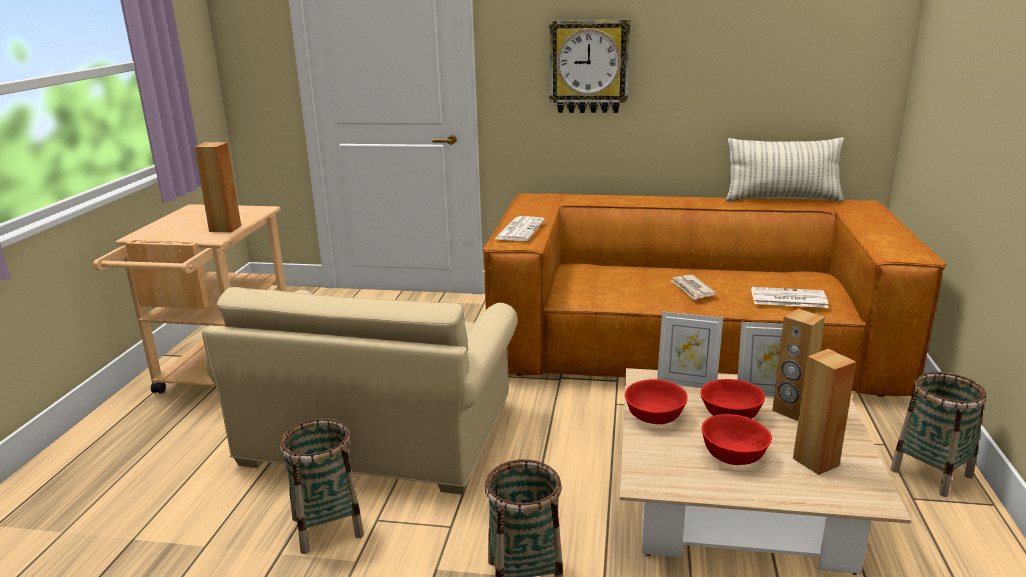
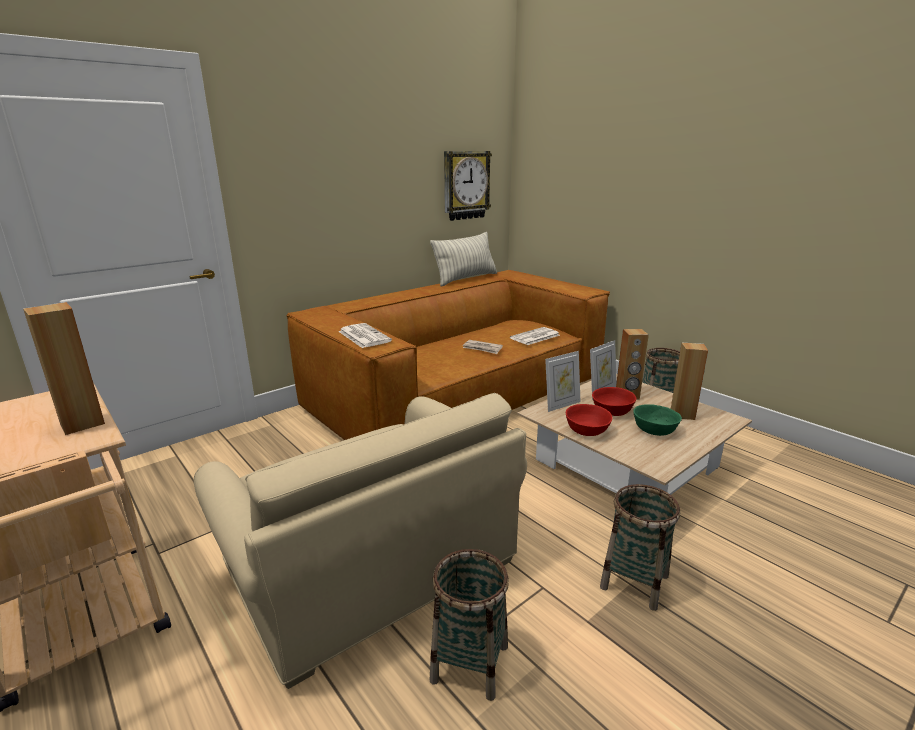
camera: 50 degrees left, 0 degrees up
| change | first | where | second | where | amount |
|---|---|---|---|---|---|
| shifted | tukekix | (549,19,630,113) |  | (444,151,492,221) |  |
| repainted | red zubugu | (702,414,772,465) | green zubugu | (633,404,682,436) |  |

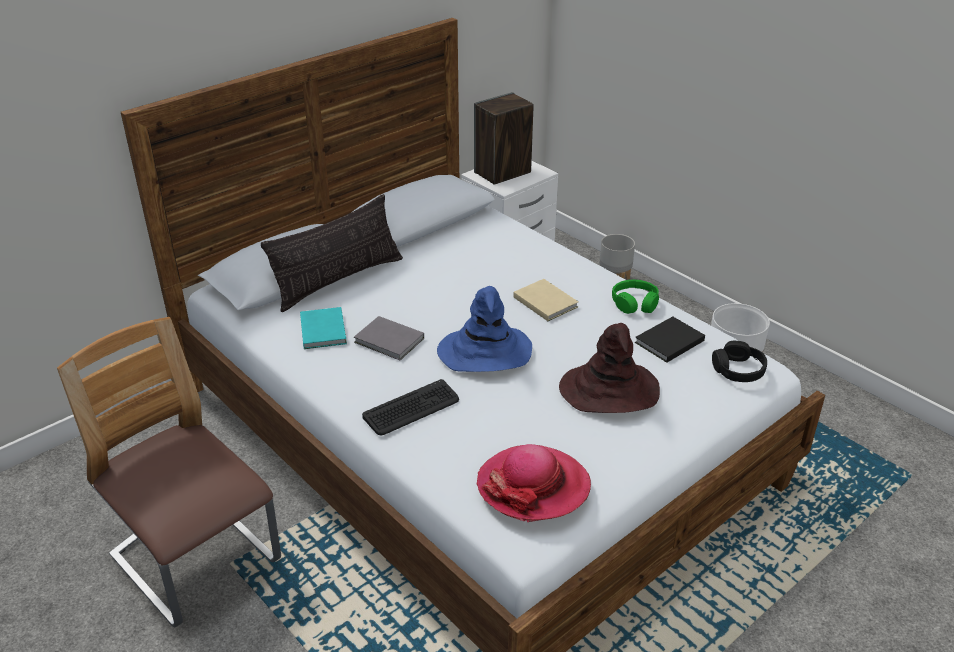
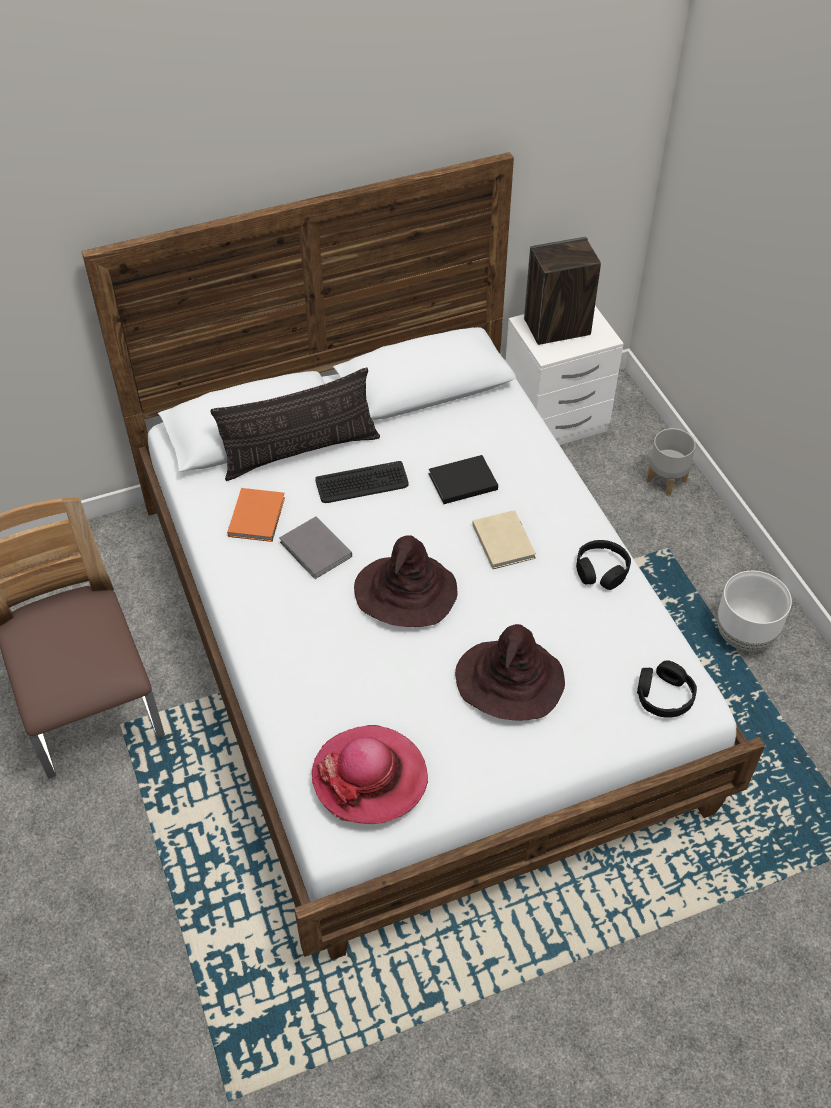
camera: 20 degrees right, 15 degrees up
| change | first | where | second | where | amount |
|---|---|---|---|---|---|
| shifted | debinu | (362,379,459,435) |  | (315,461,409,503) |  |
| shifted | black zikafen | (635,316,705,363) |  | (429,455,498,504) |  |
| repainted | turquoise zikafen | (300,307,347,349) | orange zikafen | (227,488,285,542) |  |
| repainted | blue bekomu | (437,286,532,372) | brown bekomu | (354,535,457,627) |  |
| repainted | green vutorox | (612,280,659,314) | black vutorox | (576,540,631,590) |  |

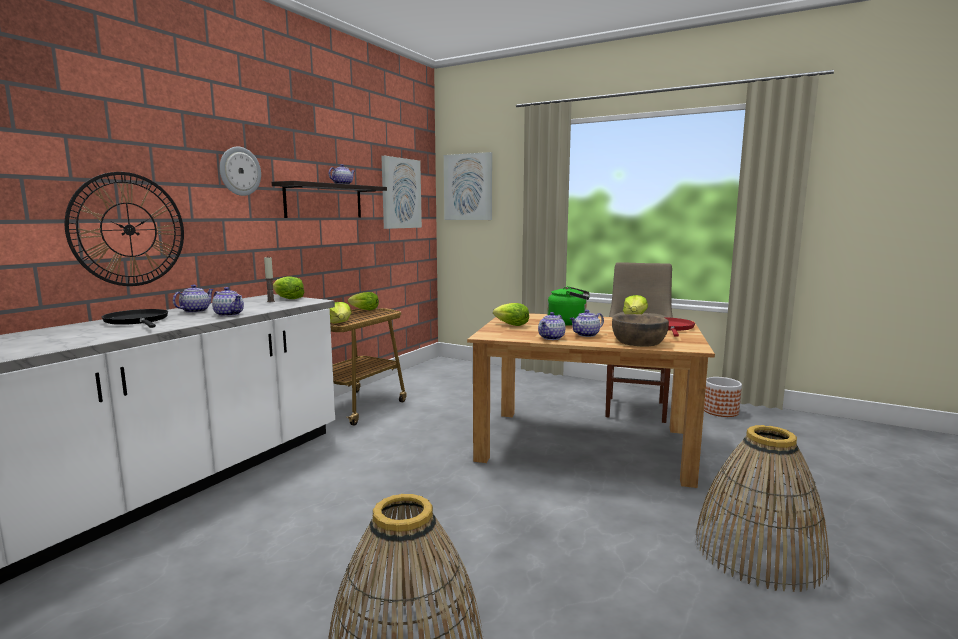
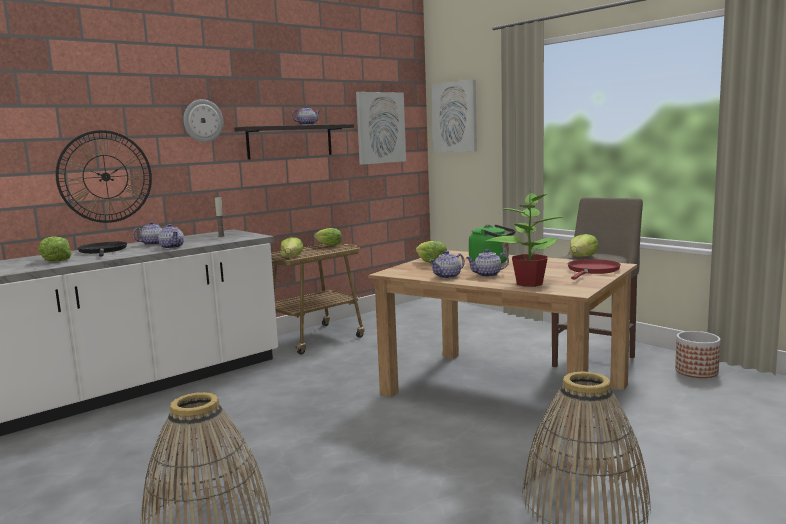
camera: 20 degrees right, 0 degrees up
| change | first | where | second | where | amount |
|---|---|---|---|---|---|
| shifted | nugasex | (273,277,304,299) |  | (39,236,72,262) |  |
| swapped | brown zubugu | (612,314,669,346) | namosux | (486,193,563,287) |  |

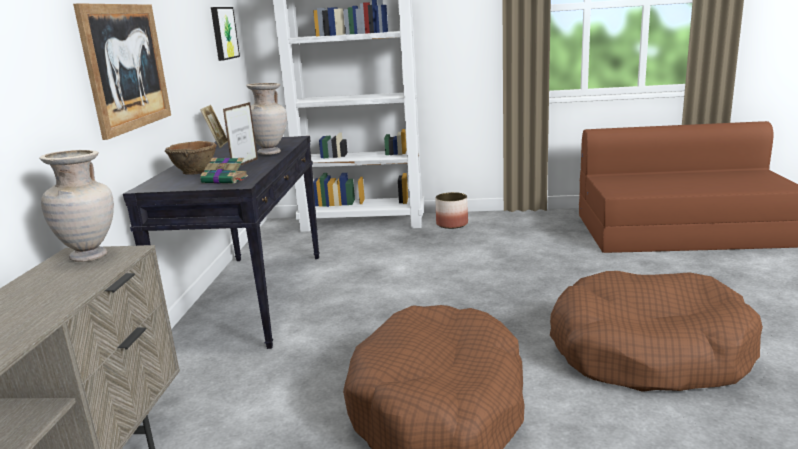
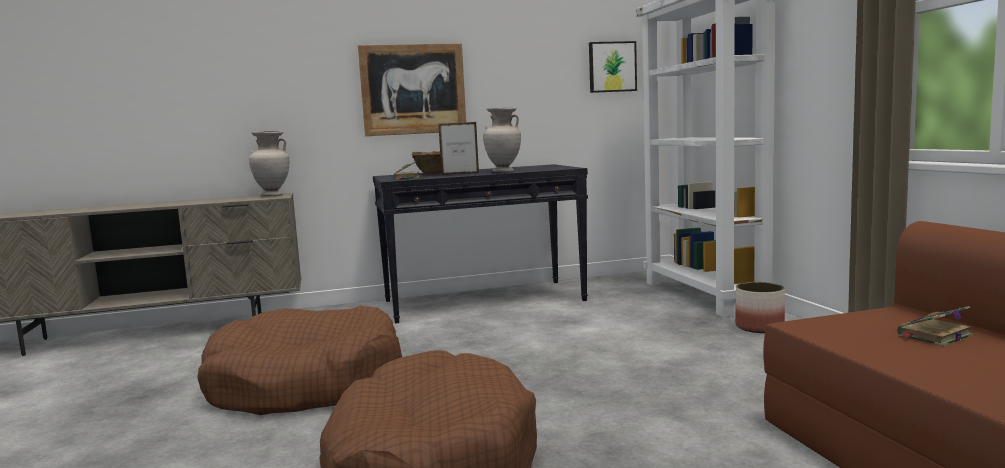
camera: 70 degrees right, 10 degrees down
| change | first | where | second | where | amount |
|---|---|---|---|---|---|
| gone | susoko | (201,105,228,148) |  |  |  |
| new |  |  | zikafen | (897,306,973,346) |  |

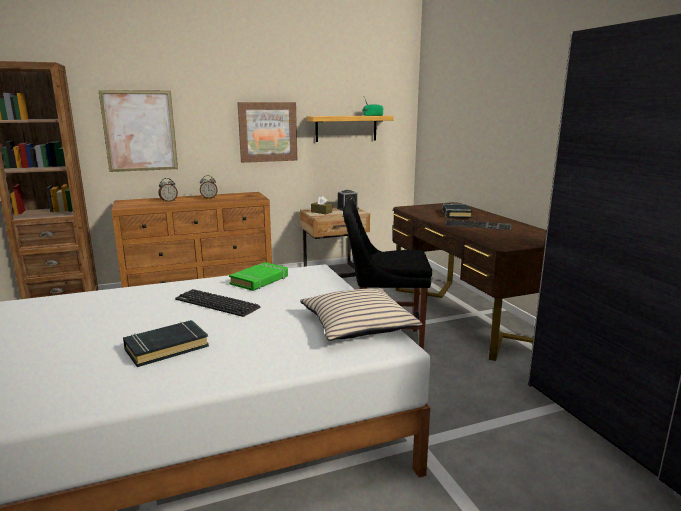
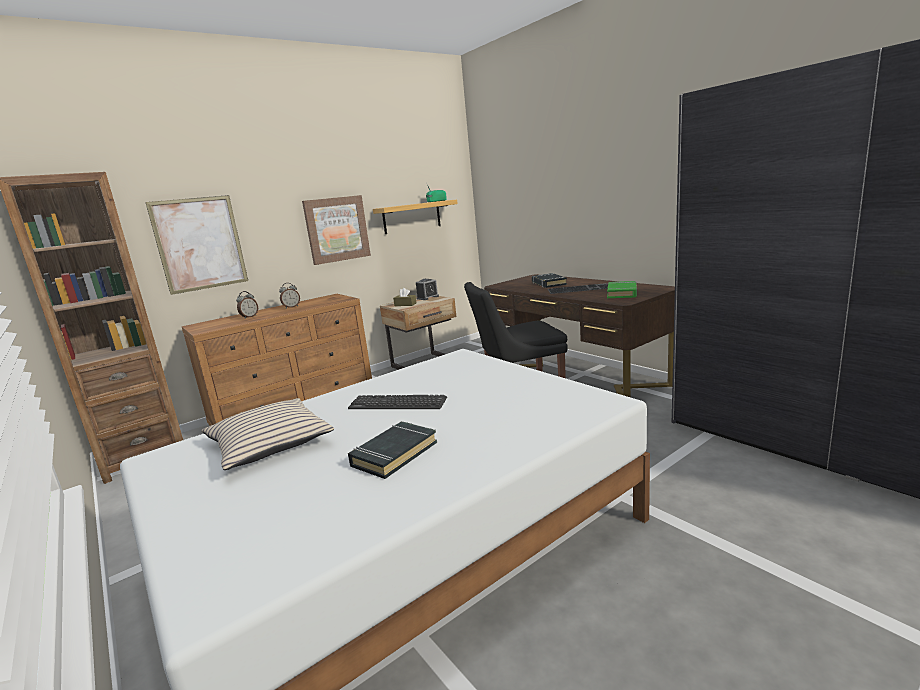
camera: 15 degrees left, 0 degrees up
| change | first | where | second | where | amount |
|---|---|---|---|---|---|
| shifted | green zikafen | (229,262,288,291) |  | (607,281,637,298) |  |
| shifted | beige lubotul | (300,288,422,341) |  | (202,398,334,470) |  |

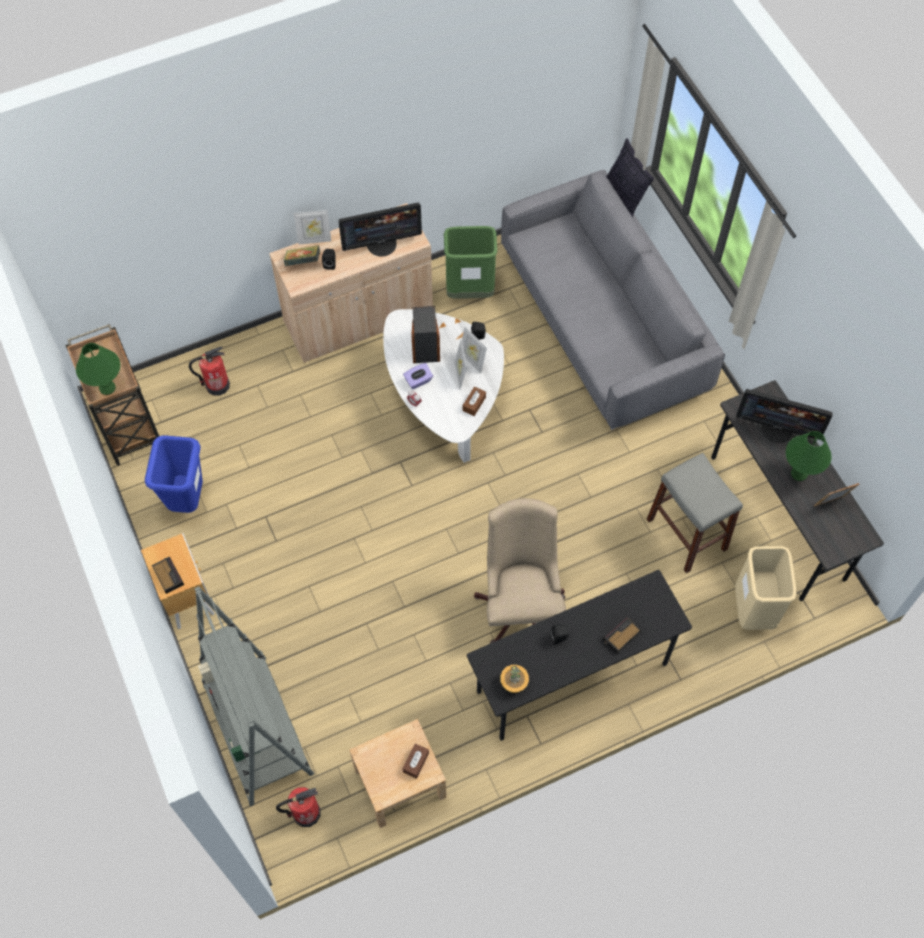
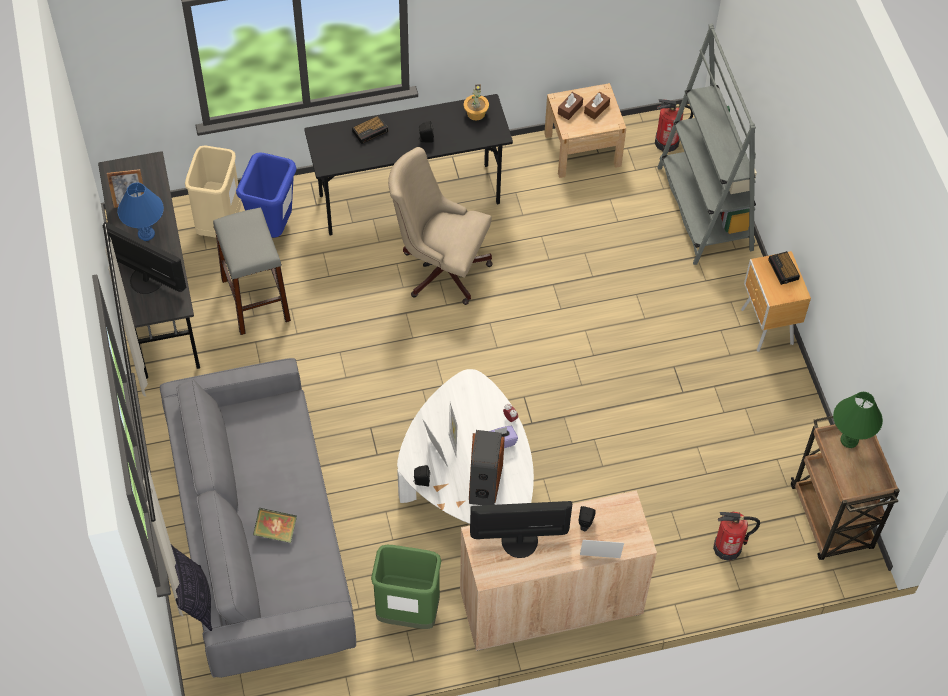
camera: 170 degrees left, 5 degrees down
| change | first | where | second | where | amount |
|---|---|---|---|---|---|
| shifted | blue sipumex | (145,436,203,513) |  | (236,152,296,238) |  |
| shifted | zikafen | (284,246,320,266) |  | (253,507,297,543) |  |
| shifted | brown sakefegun | (463,386,486,416) |  | (584,92,610,120) |  |
| repainted | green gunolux | (786,431,832,481) | blue gunolux | (118,183,164,241) |  |
| rotated | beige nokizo | (474,498,566,643) |  | (388,147,493,305) | 105 degrees clockwise |

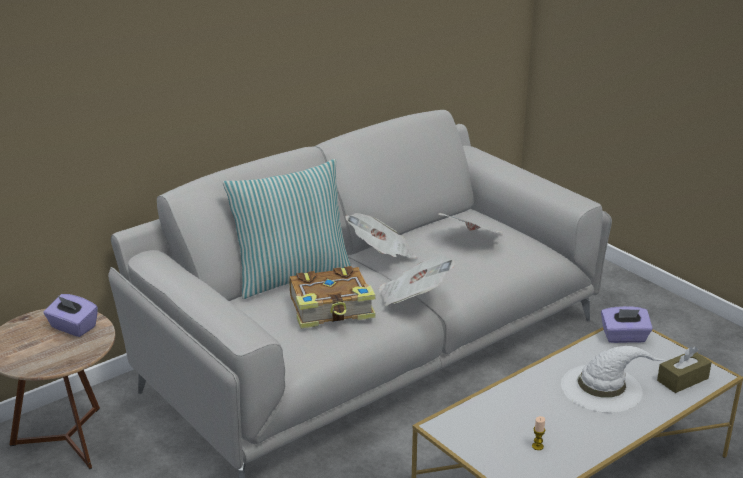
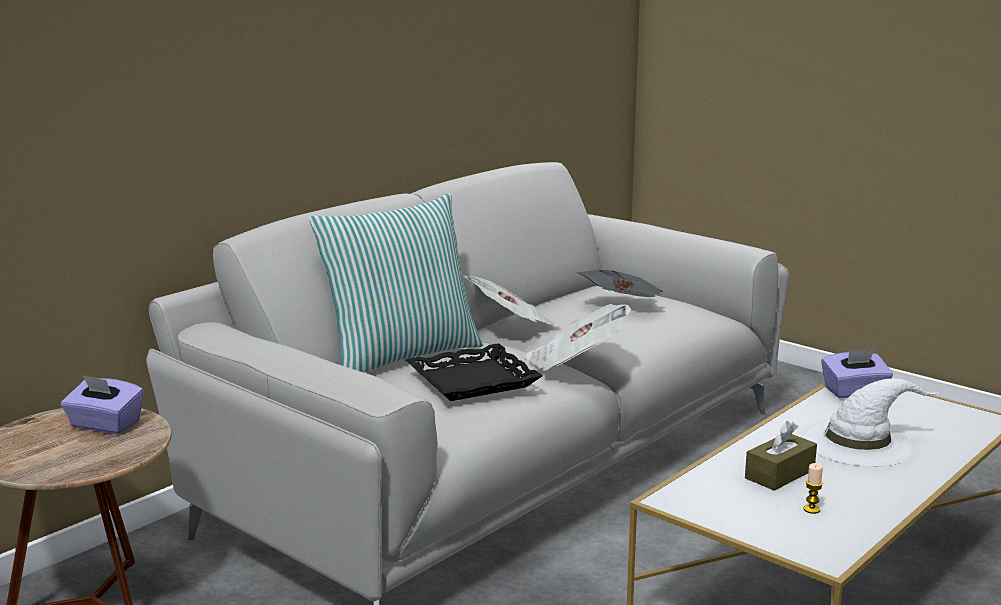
camera: 10 degrees left, 10 degrees down
| change | first | where | second | where | amount |
|---|---|---|---|---|---|
| shifted | brown sakefegun | (657,347,712,393) |  | (745,421,817,491) |  |
| swapped | zikafen | (289,266,376,329) | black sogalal | (406,343,543,401) |  |

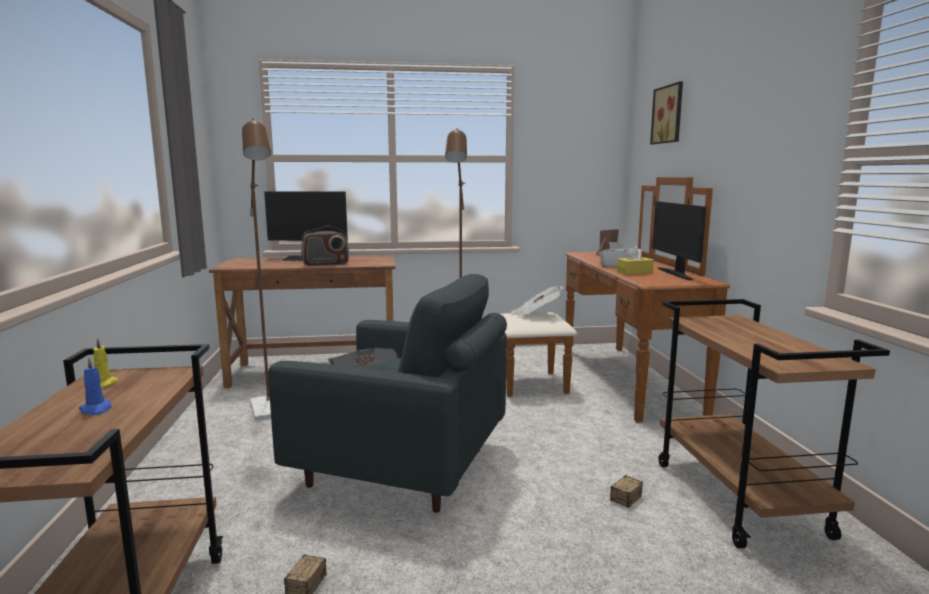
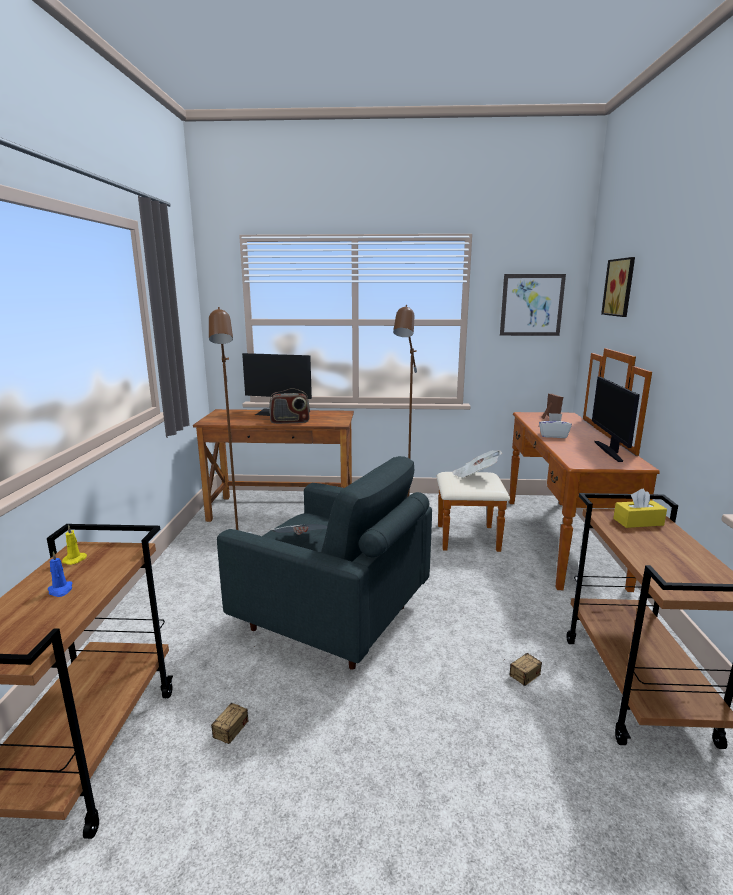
camera: 10 degrees right, 5 degrees up
| change | first | where | second | where | amount |
|---|---|---|---|---|---|
| new |  |  | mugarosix | (500,274,566,336) |  |
| shifted | yellow sakefegun | (617,246,654,275) |  | (613,489,667,528) |  |

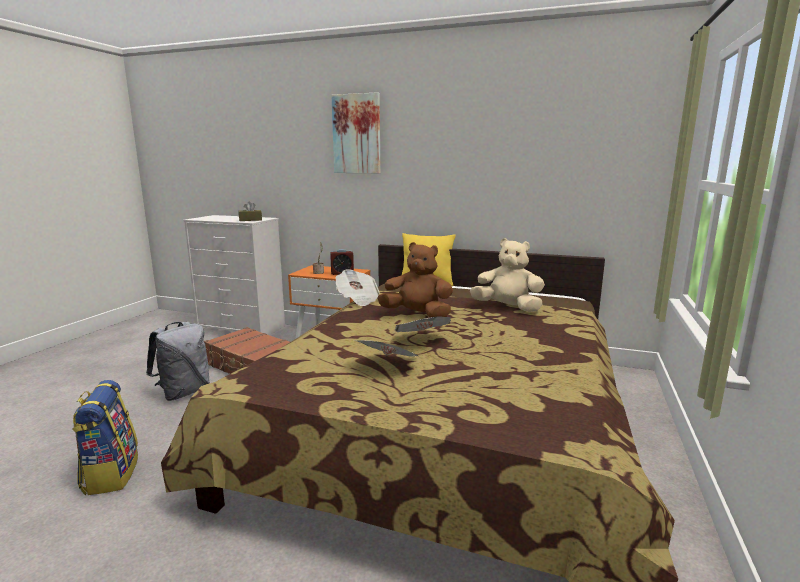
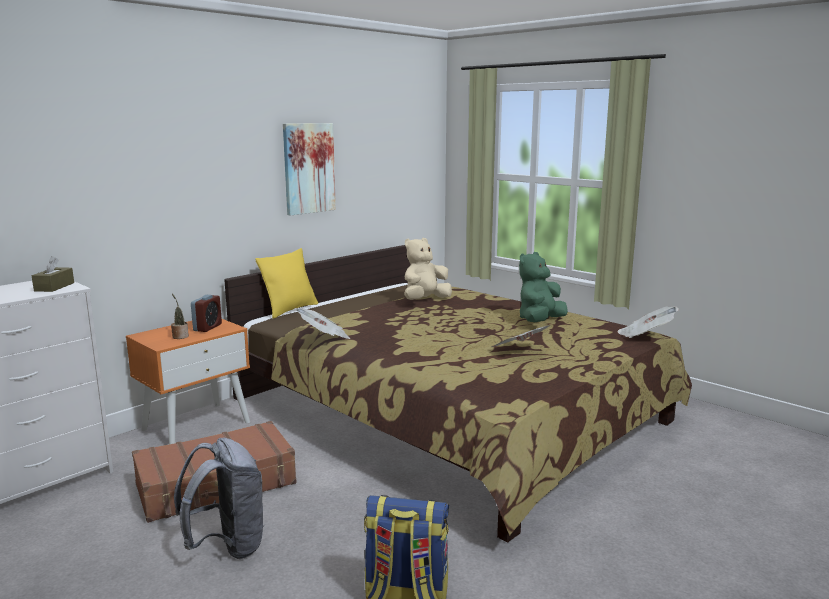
camera: 65 degrees left, 0 degrees up
| change | first | where | second | where | amount |
|---|---|---|---|---|---|
| gone | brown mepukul | (377,242,453,317) |  |  |  |
| new |  |  | green mepukul | (519,252,568,322) |  |
| shifted | mugarosix | (331,92,380,173) |  | (283,123,336,216) |  |
| shifted | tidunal | (395,316,451,332) |  | (617,307,679,338) |  |

